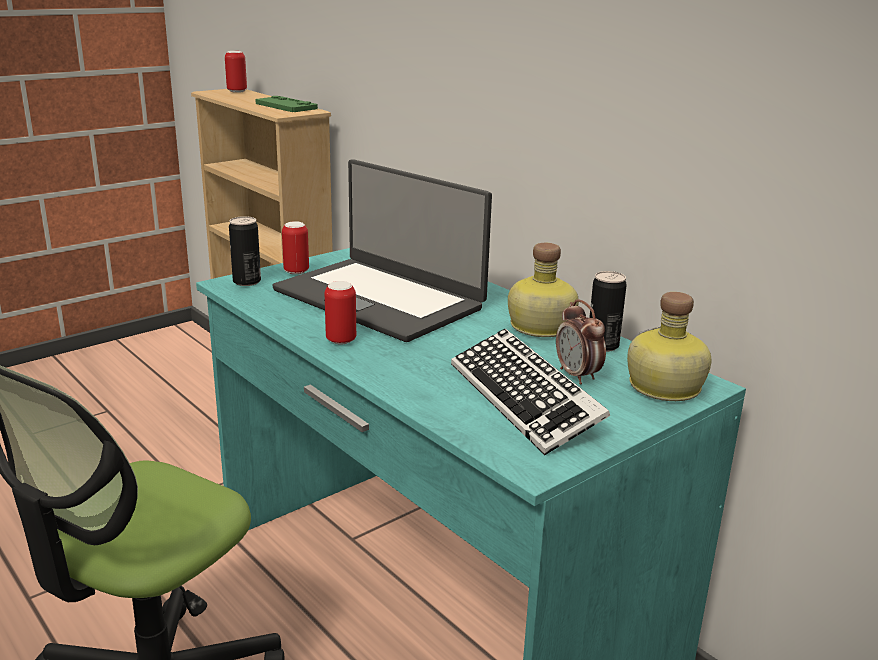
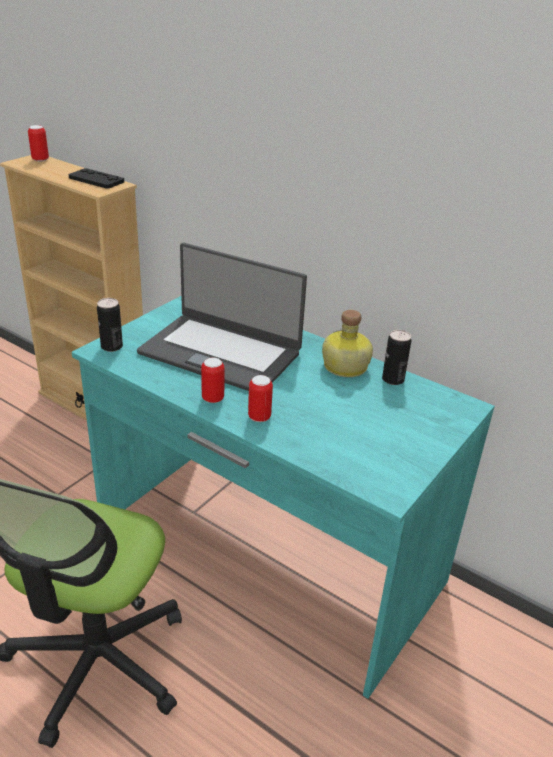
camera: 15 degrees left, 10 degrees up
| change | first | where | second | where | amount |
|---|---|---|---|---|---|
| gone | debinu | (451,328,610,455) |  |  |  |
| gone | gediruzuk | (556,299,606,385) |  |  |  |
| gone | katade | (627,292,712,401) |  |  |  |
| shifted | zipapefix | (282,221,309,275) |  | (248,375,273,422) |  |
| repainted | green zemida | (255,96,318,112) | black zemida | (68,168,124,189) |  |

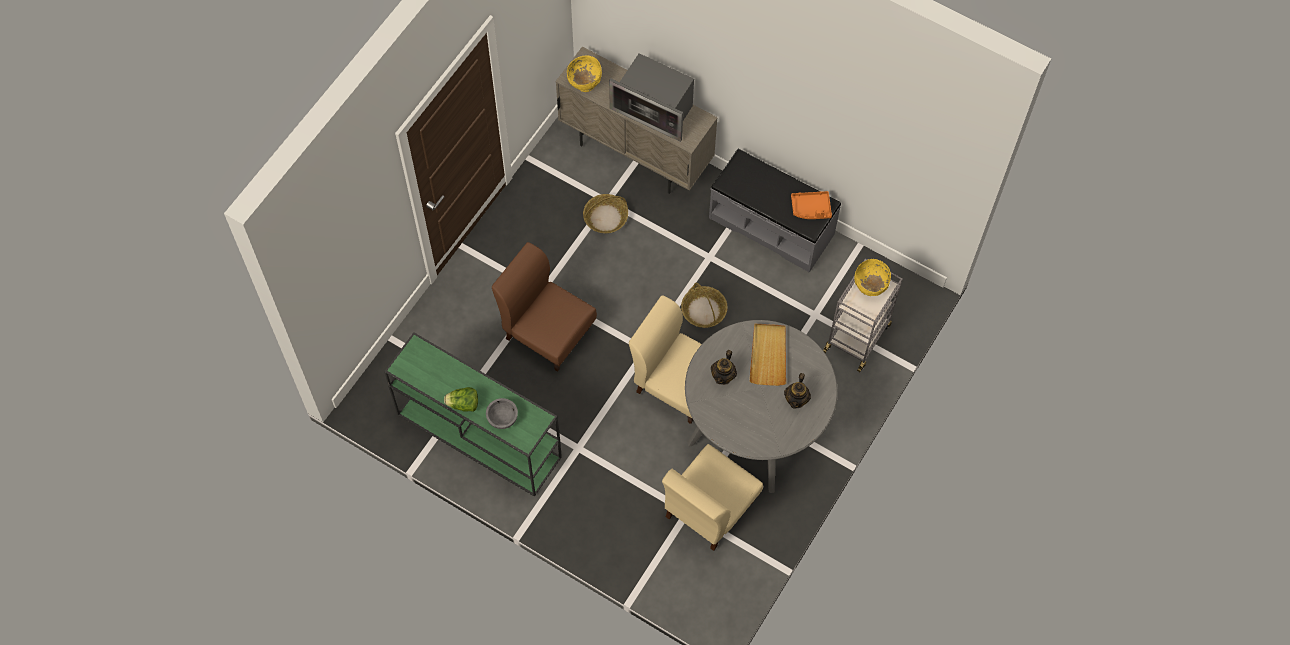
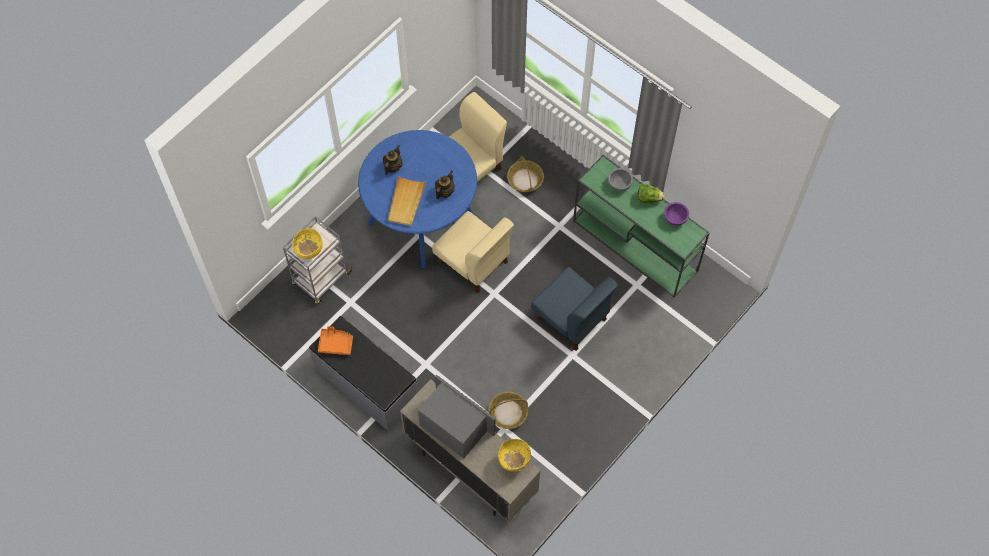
camera: 170 degrees left, 0 degrees up
| change | first | where | second | where | amount |
|---|---|---|---|---|---|
| new |  |  | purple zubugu | (664,202,689,226) |  |
| shifted | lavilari | (681,283,728,328) |  | (507,156,544,192) |  |
| repainted | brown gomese | (492,242,597,372) | blue gomese | (531,267,618,351) |  |
| repainted | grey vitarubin | (685,320,838,493) | blue vitarubin | (358,130,477,268) |  |

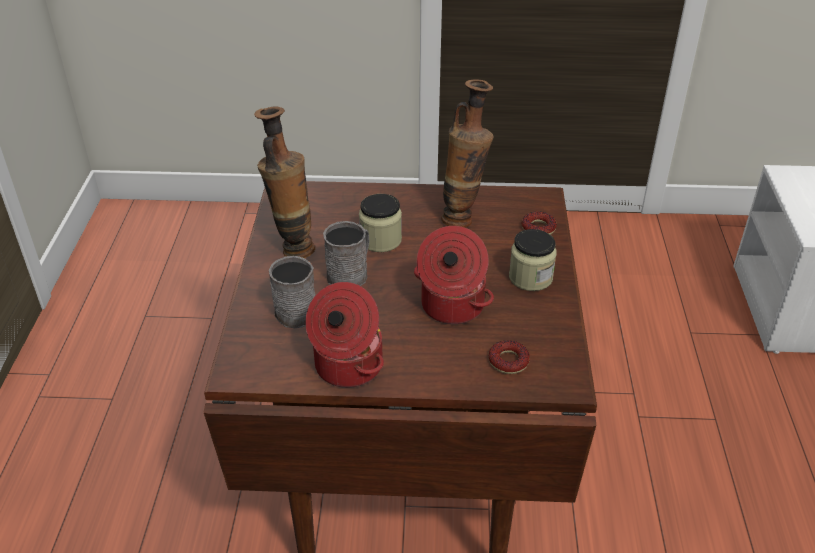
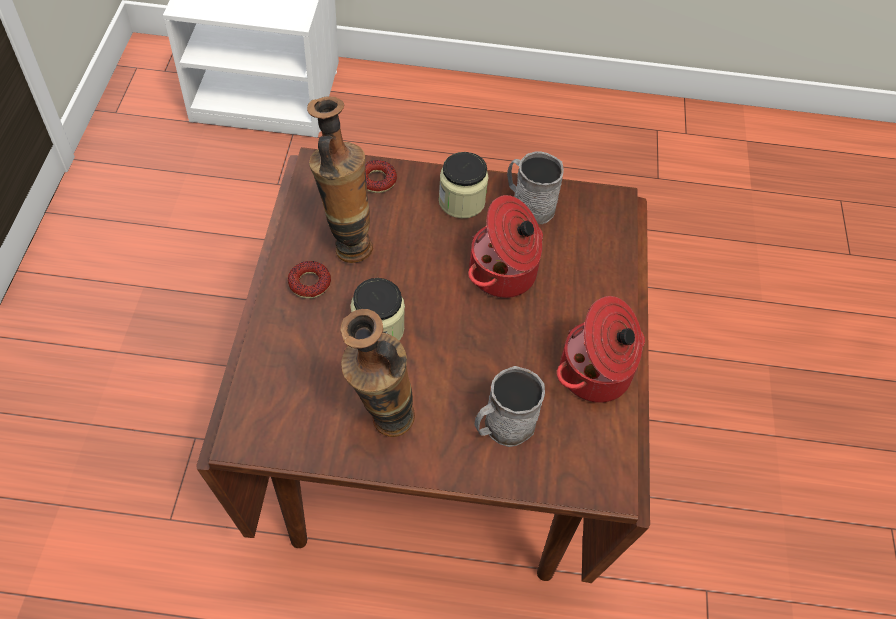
camera: 90 degrees left, 15 degrees up
| change | first | where | second | where | amount |
|---|---|---|---|---|---|
| shifted | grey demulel | (323,221,369,286) |  | (507,151,564,224) |  |
| shifted | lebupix | (488,340,530,374) |  | (288,261,331,299) |  |

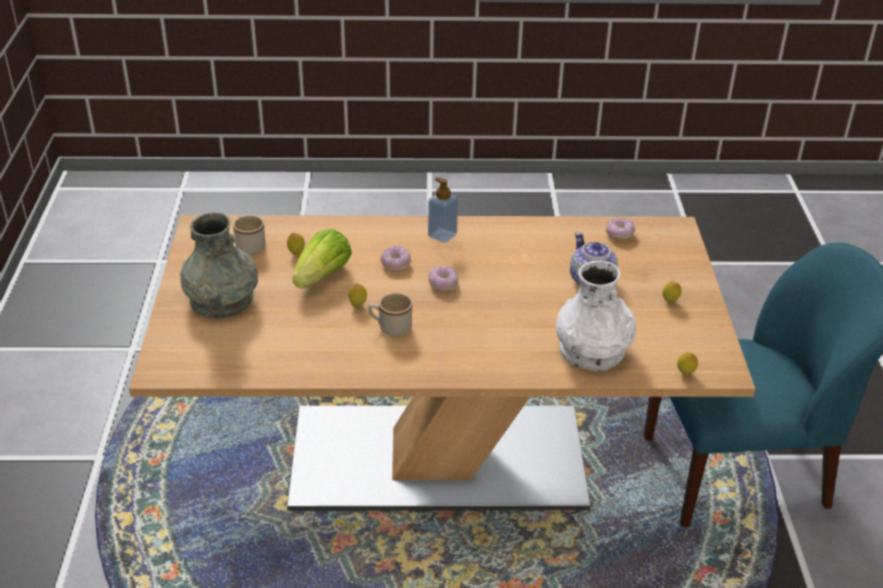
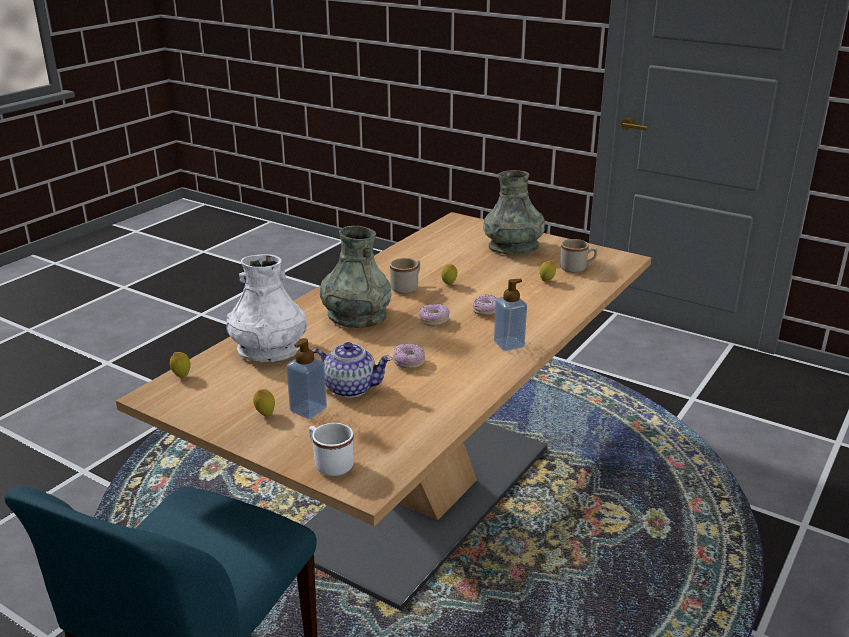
camera: 125 degrees right, 10 degrees down
| change | first | where | second | where | amount |
|---|---|---|---|---|---|
| gone | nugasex | (293,229,352,289) |  |  |  |
| new |  |  | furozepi | (286,338,327,419) |  |
| new |  |  | white demulel | (309,423,354,476) |  |
| new |  |  | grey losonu | (320,226,391,328) |  |
| shifted | lebupix | (606,218,635,240) |  | (393,344,425,369) |  |

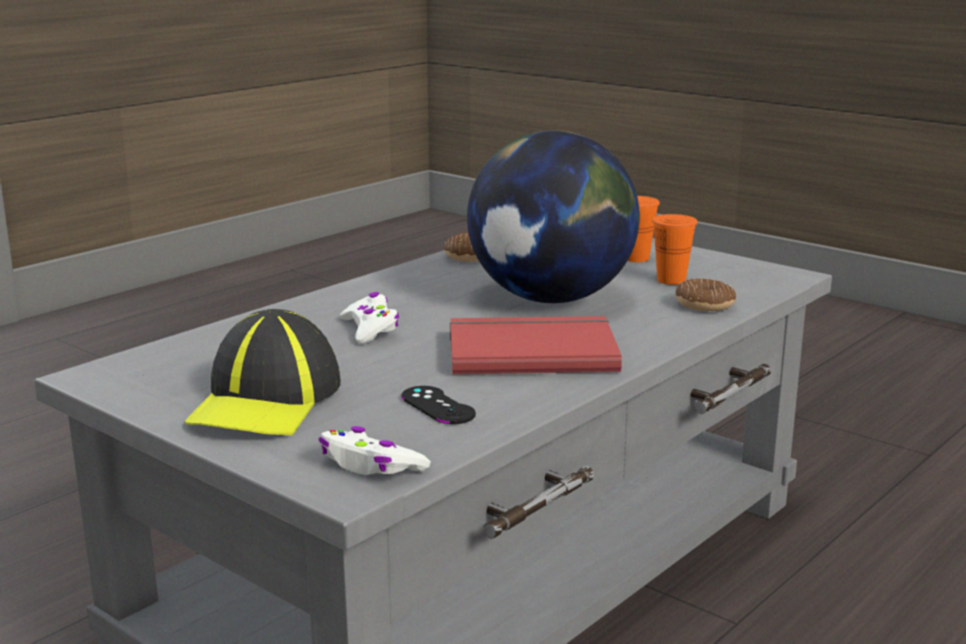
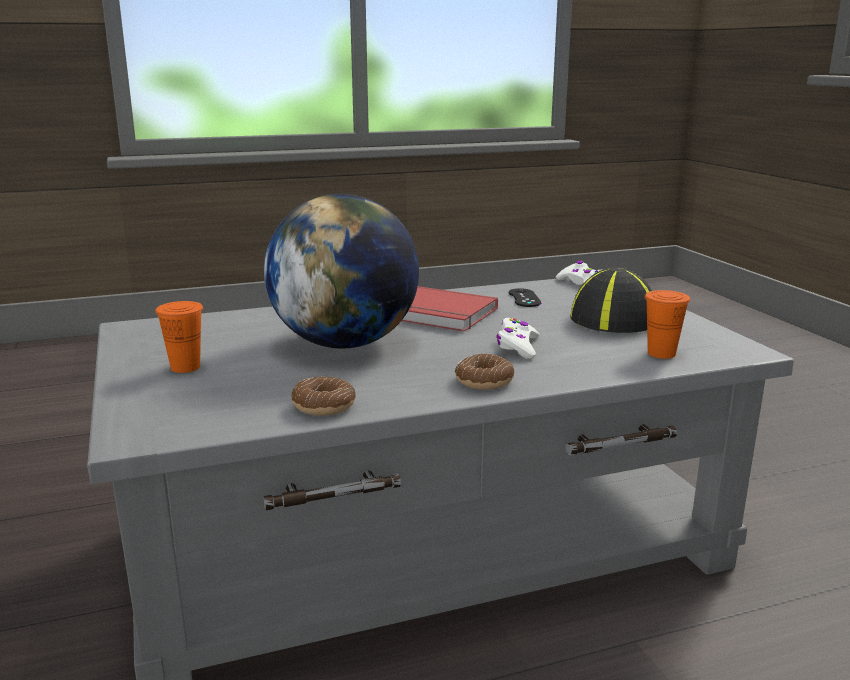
camera: 150 degrees left, 0 degrees up
| change | first | where | second | where | amount |
|---|---|---|---|---|---|
| shifted | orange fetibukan | (652,214,698,285) |  | (645,290,690,359) |  |
| shifted | lebupix | (675,278,736,311) |  | (455,354,514,390) |  |

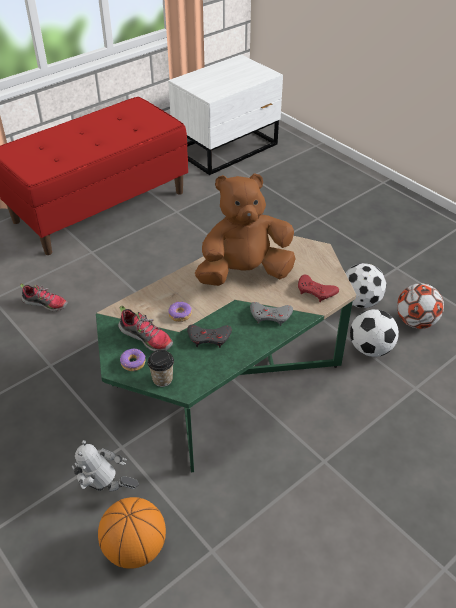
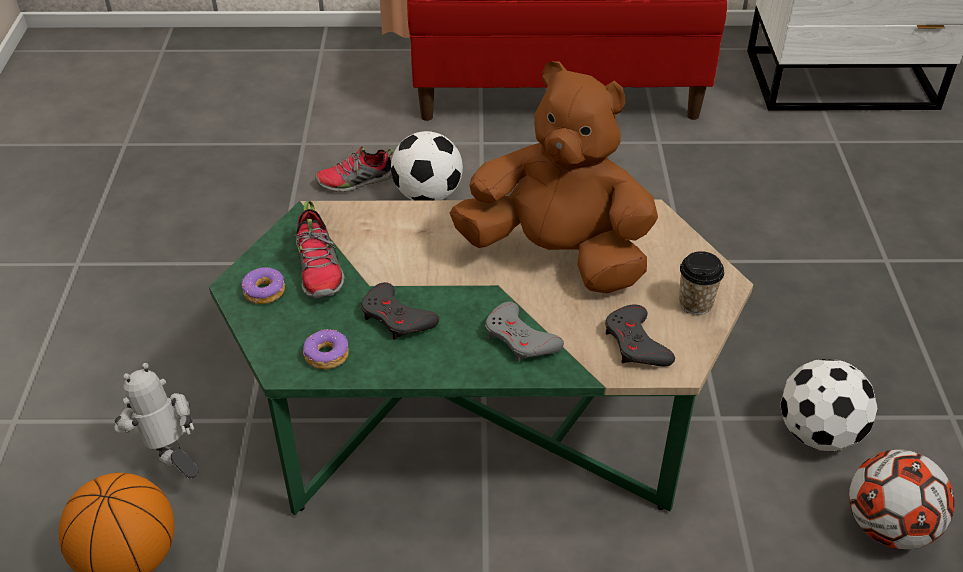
camera: 40 degrees right, 0 degrees up
| change | first | where | second | where | amount |
|---|---|---|---|---|---|
| shifted | fetibukan | (148,350,174,387) |  | (679,251,724,315) |  |
| shifted | lebupix | (168,301,192,322) |  | (303,329,349,369) |  |
| shifted | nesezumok | (350,309,399,357) |  | (391,131,463,200) |  |
| repainted | red zemida | (298,275,339,302) | grey zemida | (605,304,675,366) |  |
| rotated | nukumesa | (20,283,68,311) |  | (315,147,393,192) | 105 degrees clockwise |

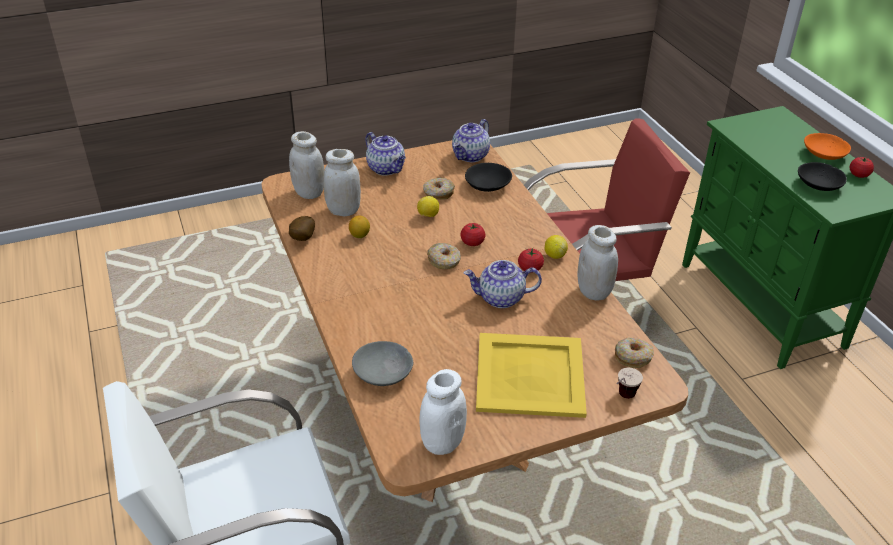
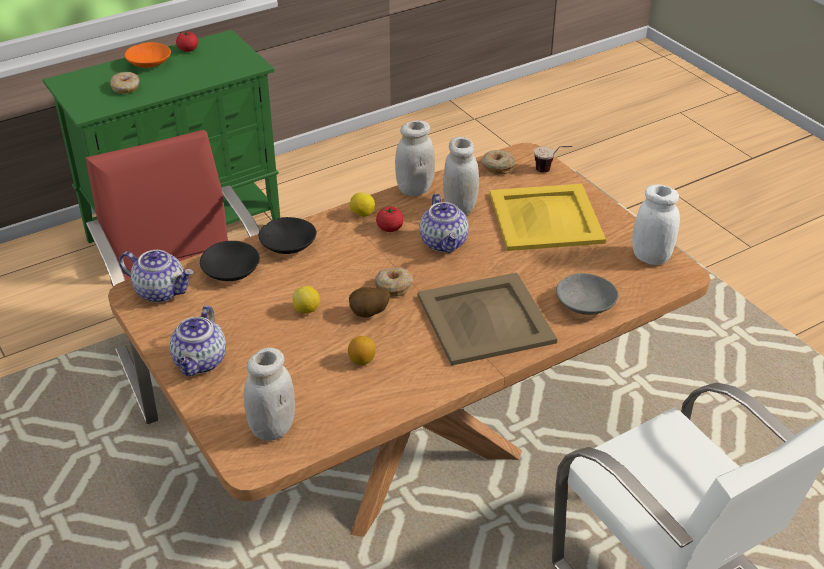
camera: 100 degrees left, 0 degrees up
| change | first | where | second | where | amount |
|---|---|---|---|---|---|
| gone | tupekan | (460,223,485,246) |  |  |  |
| new |  |  | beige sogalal | (418,273,557,366) |  |
| shifted | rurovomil | (289,216,315,241) |  | (349,287,390,317) |  |
| shifted | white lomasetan | (324,149,361,217) |  | (443,137,479,215) |  |
| shifted | lebupix | (423,178,455,200) |  | (110,72,140,94) |  |
| shifted | black zubugu | (798,162,847,191) |  | (259,217,316,254) |  |
| rotated | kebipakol | (365,132,406,175) |  | (169,305,226,376) | 150 degrees clockwise |

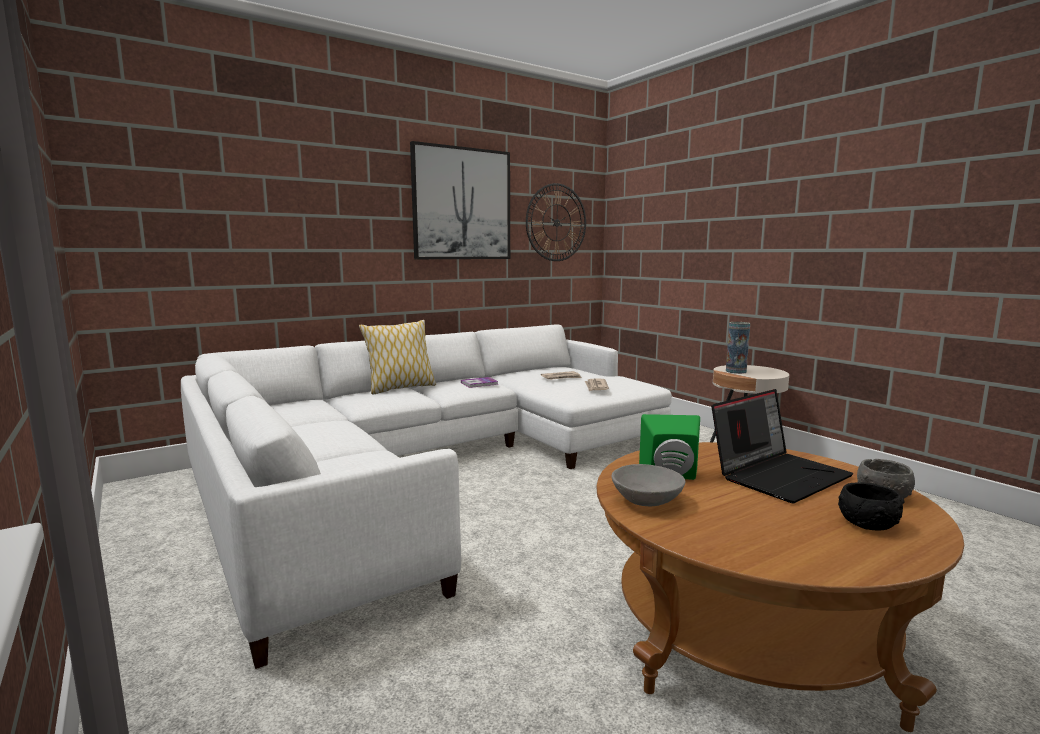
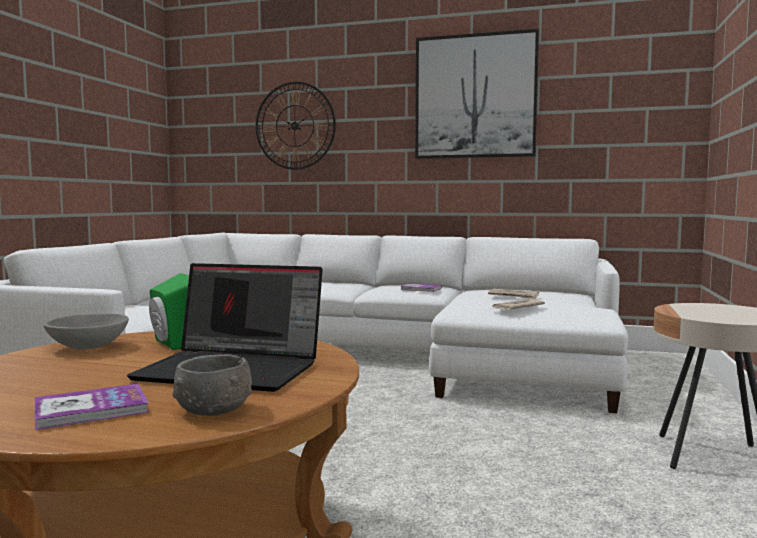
camera: 50 degrees right, 5 degrees down
| change | first | where | second | where | amount |
|---|---|---|---|---|---|
| gone | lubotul | (359,320,436,395) |  |  |  |
| gone | losonu | (726,322,750,374) |  |  |  |
| shifted | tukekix | (526,183,586,261) |  | (256,82,336,170) |  |
| swapped | black zubugu | (838,482,904,531) | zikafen | (34,384,149,430) |  |

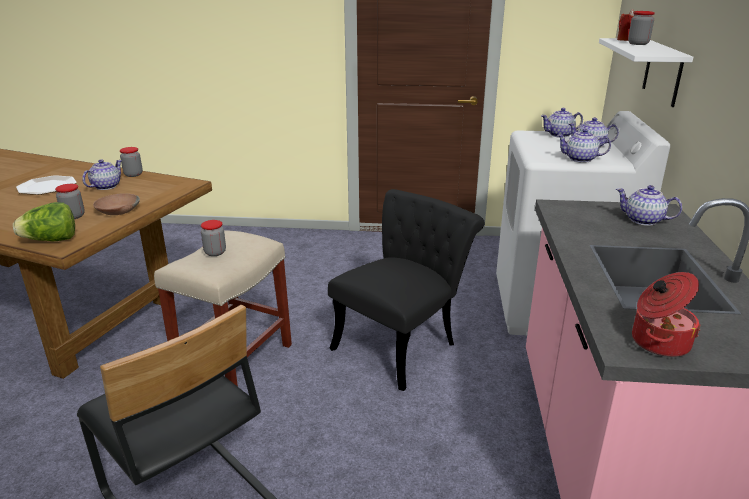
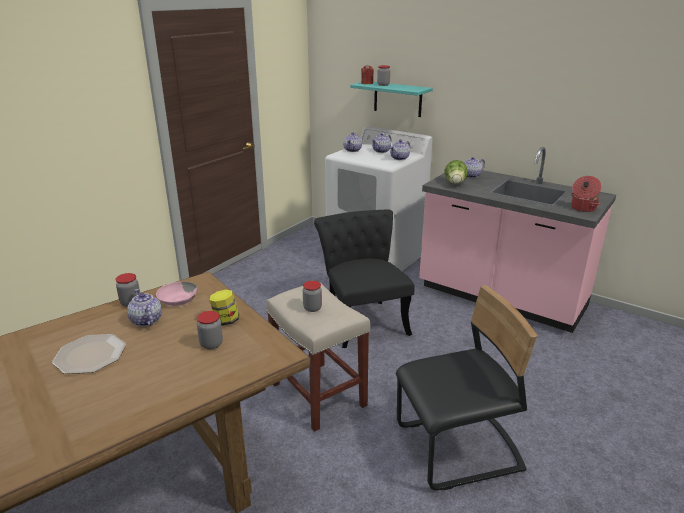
camera: 60 degrees left, 0 degrees up
| change | first | where | second | where | amount |
|---|---|---|---|---|---|
| new |  |  | pink zubugu | (156,281,198,306) |  |
| shifted | nugasex | (13,202,75,241) |  | (444,160,468,184) |  |
| swapped | brown zubugu | (93,193,140,215) | lomasetan | (209,290,239,326) |  |
| repainted | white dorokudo | (599,38,693,107) | turquoise dorokudo | (350,82,433,117) |  |

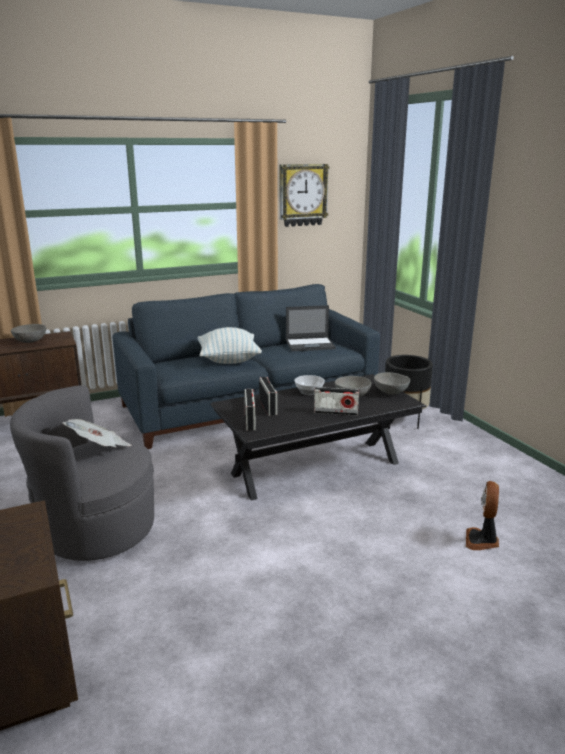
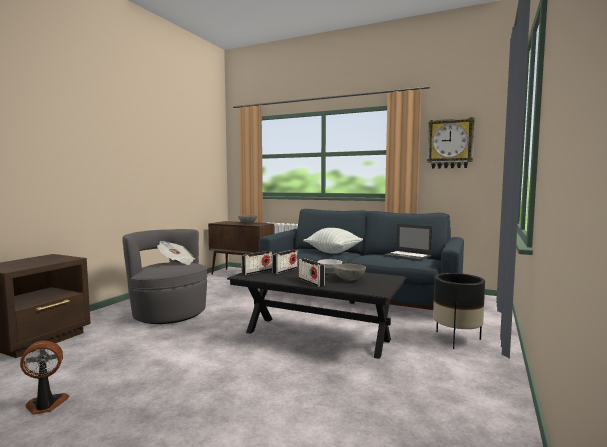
camera: 50 degrees right, 15 degrees down
| change | first | where | second | where | amount |
|---|---|---|---|---|---|
| gone | grey zubugu | (374,372,410,395) |  |  |  |
| shifted | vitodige | (466,481,499,550) |  | (20,340,70,415) |  |

